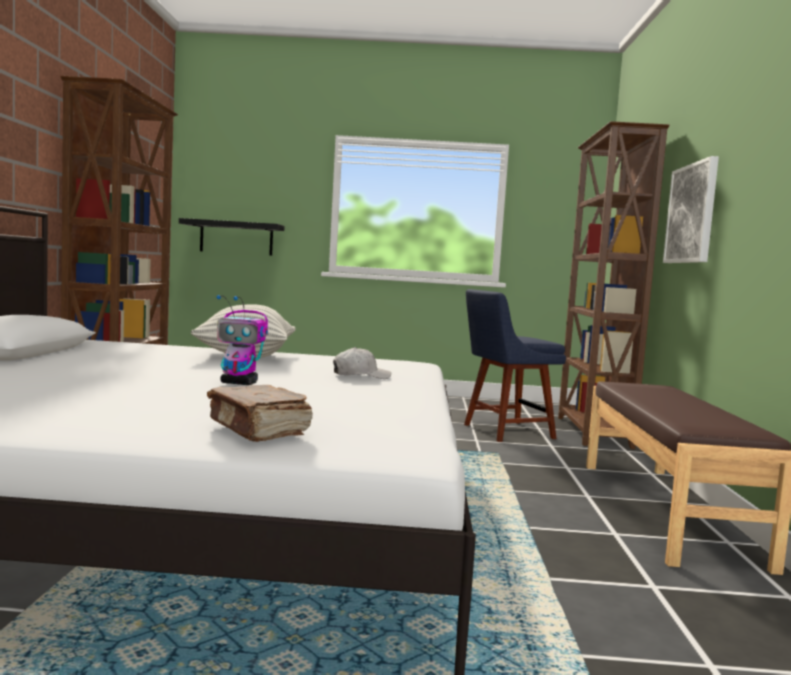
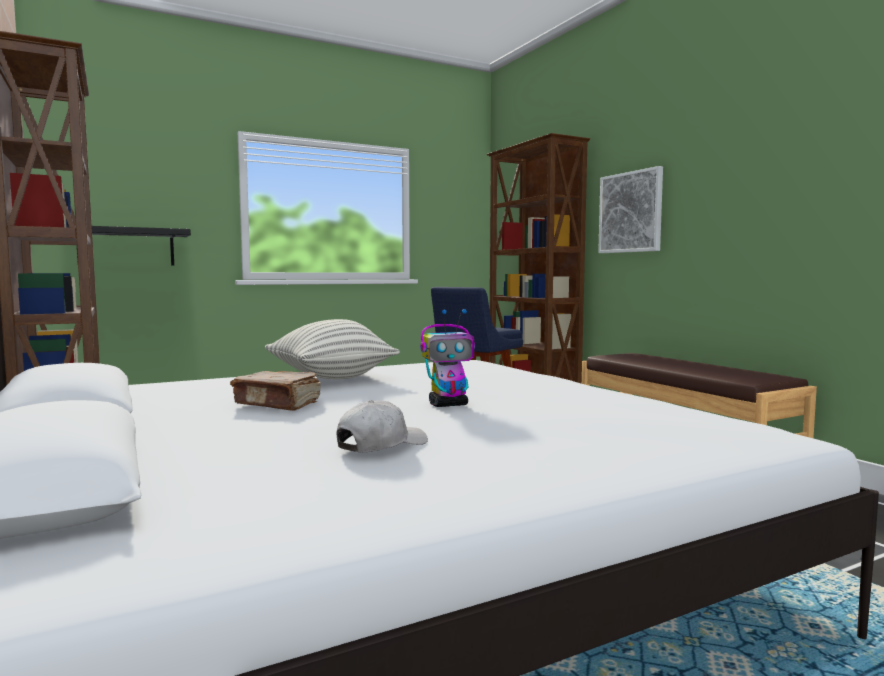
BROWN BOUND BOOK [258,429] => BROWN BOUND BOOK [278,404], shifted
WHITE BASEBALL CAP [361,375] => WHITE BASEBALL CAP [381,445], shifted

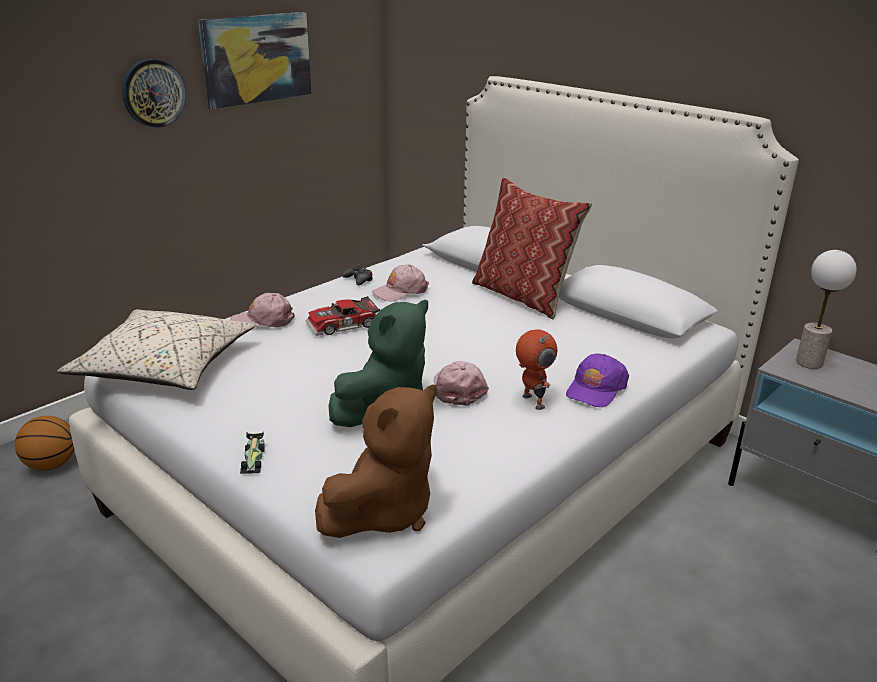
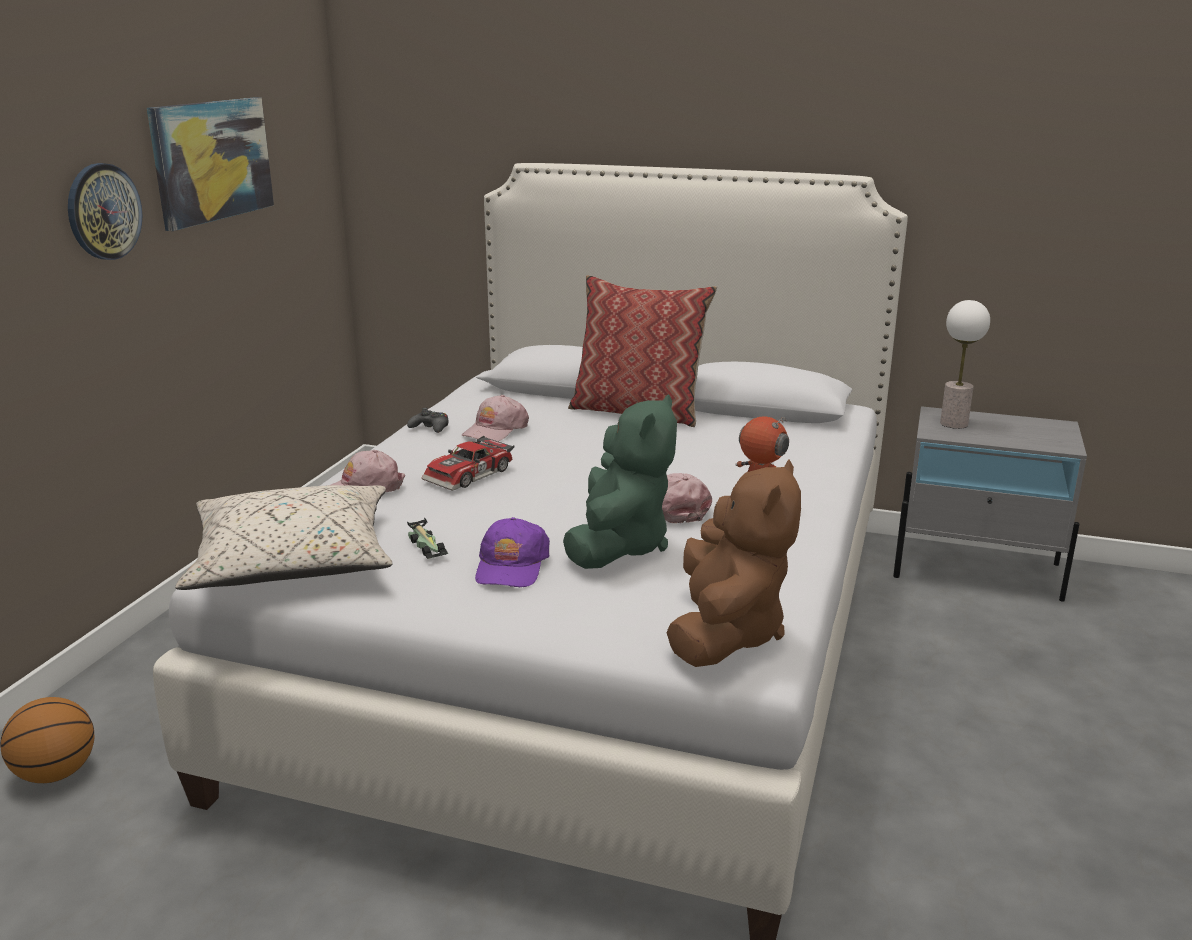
MINIATURE CAR [253,457] => MINIATURE CAR [426,545], shifted
PURPLE-COLOURED BASEBALL CAP [595,389] => PURPLE-COLOURED BASEBALL CAP [511,566], shifted

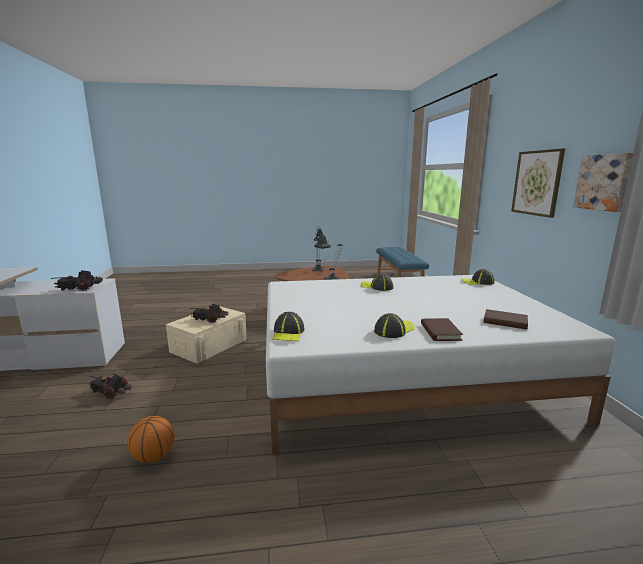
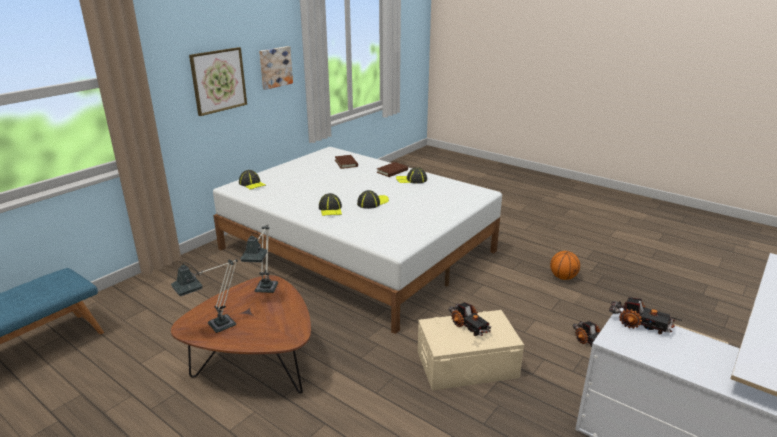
BASEBALL CAP [288,333] => BASEBALL CAP [372,202], shifted

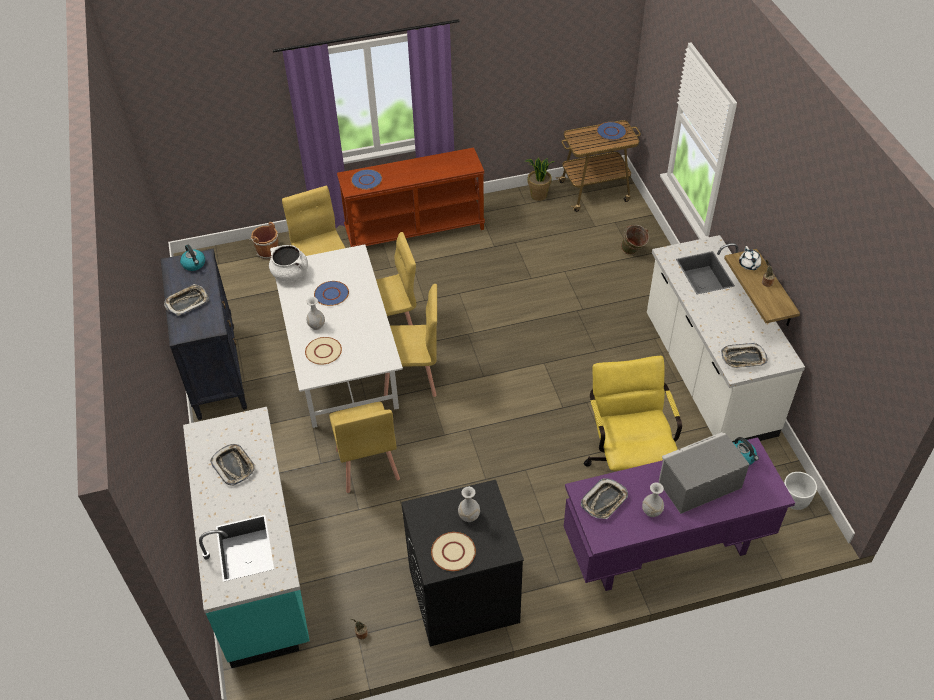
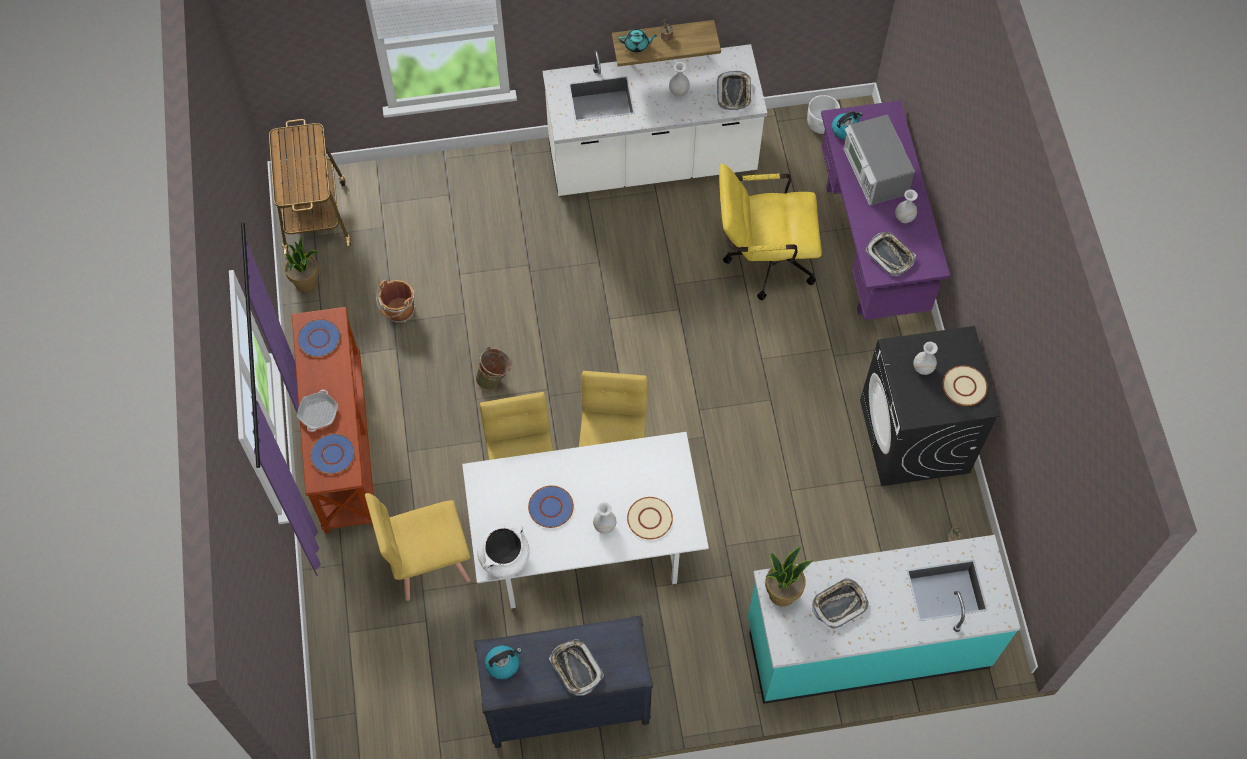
BLUE DINNER PLATE [611,132] => BLUE DINNER PLATE [319,339], shifted
nothing => SKILLET [318,413]
BROWN WATER BUCKET [267,251] => BROWN WATER BUCKET [399,311], shifted
GREEN-COLOURED WATER BUCKET [632,253] => GREEN-COLOURED WATER BUCKET [495,378], shifted
WHITE TEA POT [749,265] => TURQUOISE TEA POT [637,45]
nothing => WHITE DECORATIVE VASE [679,91]
nothing => HOUSEPLANT [782,593]
YELLOW-COLOURED UPRIGHT CHAIR [367,465] => nothing

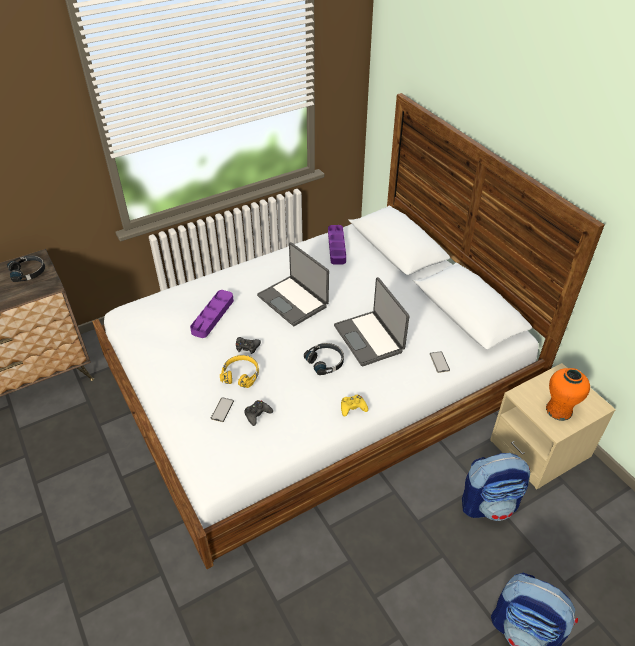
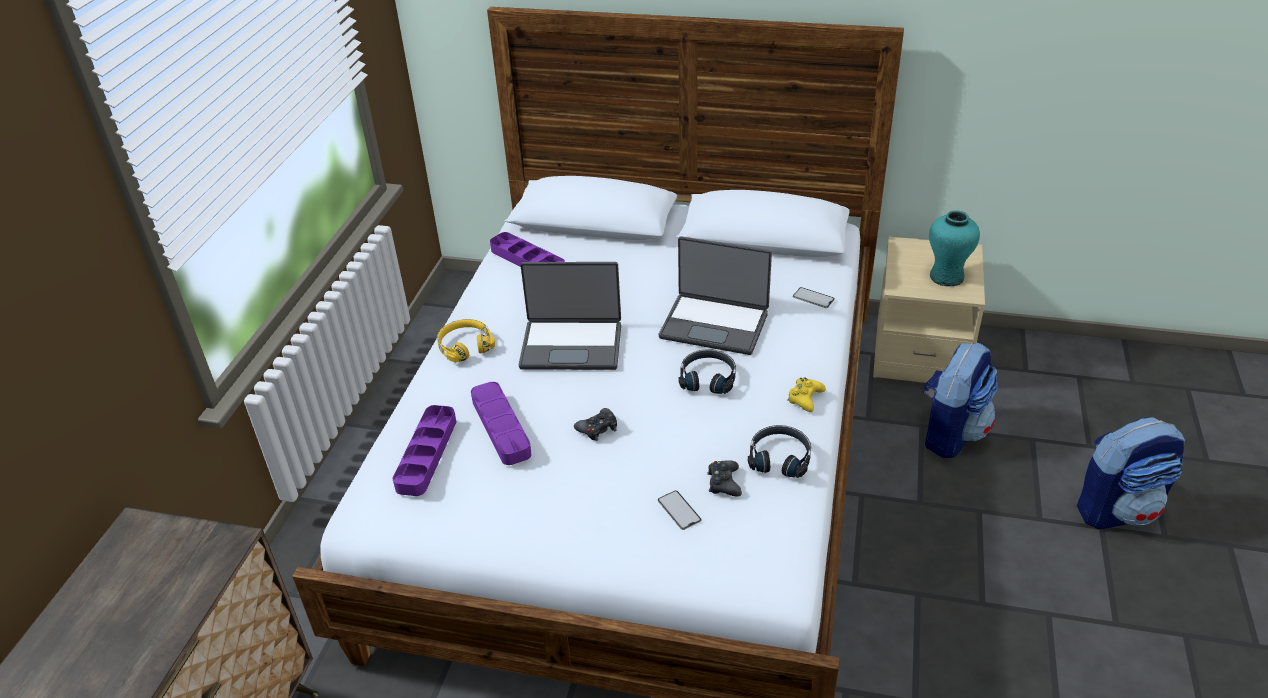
nothing => PURPLE-COLOURED CARRYING TRAY [426,454]
YELLOW-COLOURED HEADPHONES [241,374] => YELLOW-COLOURED HEADPHONES [465,346], shifted
BLACK HEADPHONES [28,272] => BLACK HEADPHONES [780,457], shifted
ORANGE-COLOURED DECORATIVE VASE [558,410] => TURQUOISE DECORATIVE VASE [946,277]

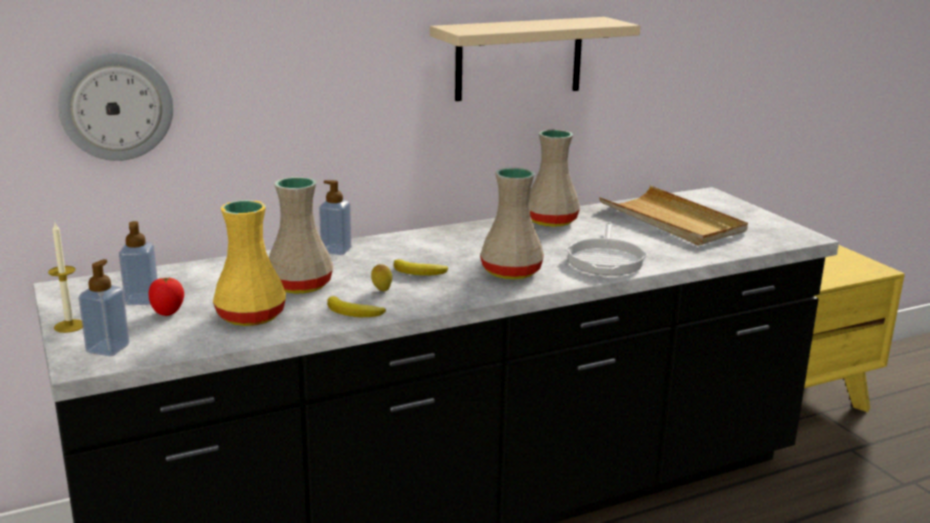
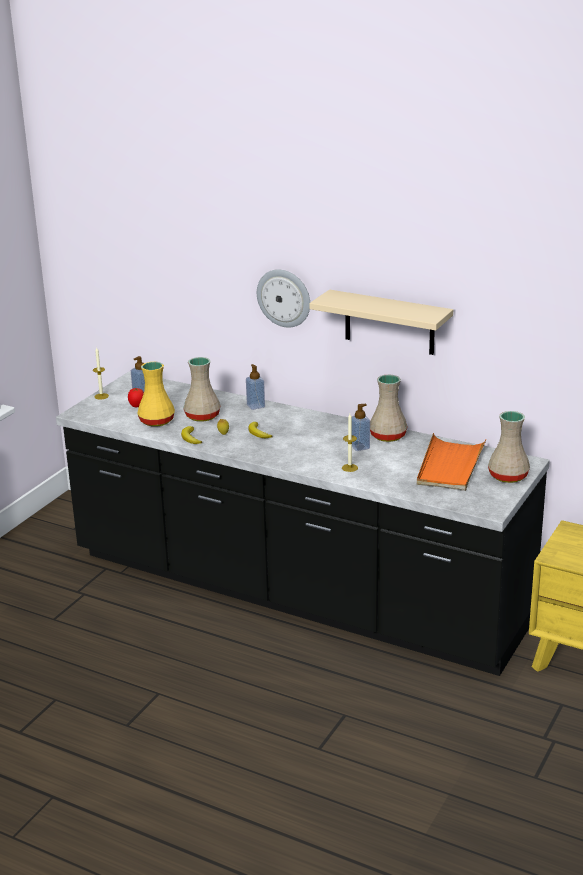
CLOCK ON THE WALL [116,106] => CLOCK ON THE WALL [284,297], shifted
SKILLET [606,259] => WAX CANDLE [349,468]
SOAP BOTTLE [108,348] => SOAP BOTTLE [360,447], shifted
BEIGE-COLOURED CARRYING TRAY [672,221] => ORANGE-COLOURED CARRYING TRAY [450,466]
BEIGE-COLOURED DECORATIVE VASE [510,272] => BEIGE-COLOURED DECORATIVE VASE [507,476], shifted

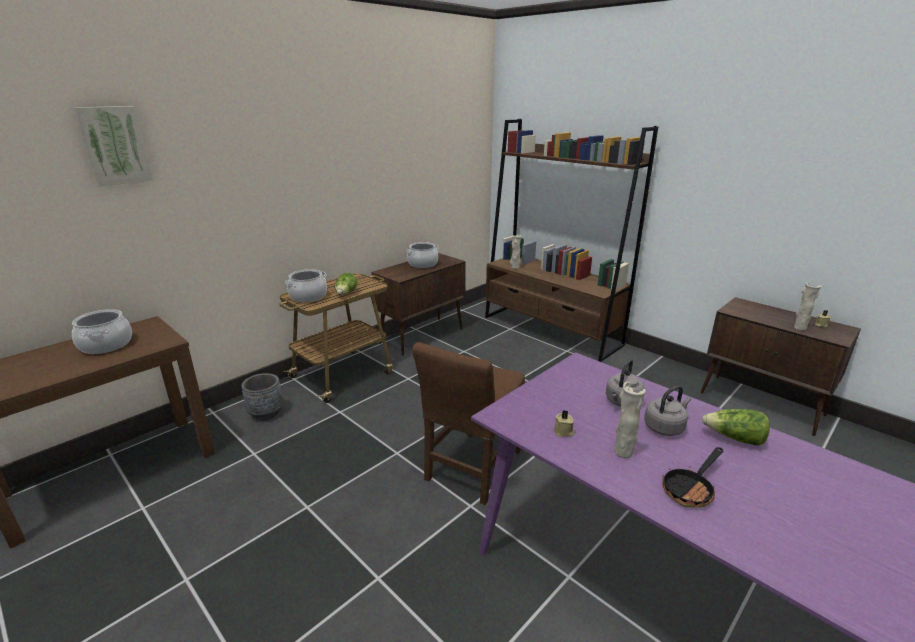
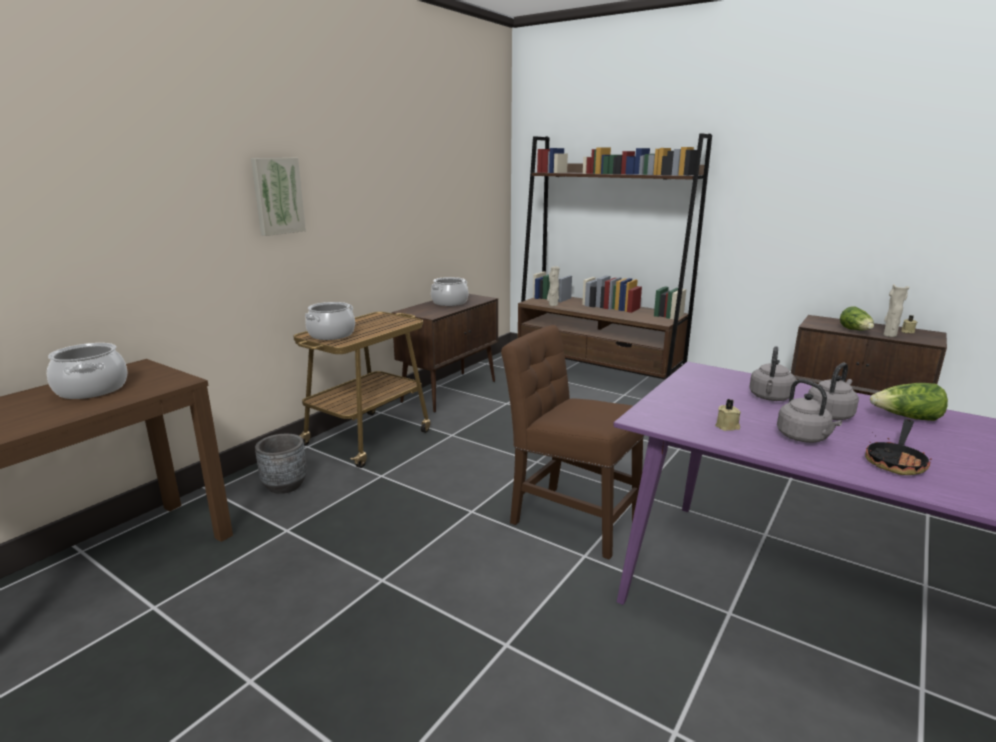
PICTURE [115,145] => PICTURE [277,196], shifted
BROWN UPRIGHT CHAIR [472,469] => BROWN UPRIGHT CHAIR [569,518], 105 degrees clockwise
BEIGE-COLOURED DECORATIVE VASE [623,452] => GREY KETTLE [804,438]
LETTUCE [346,293] => LETTUCE [856,331], shifted

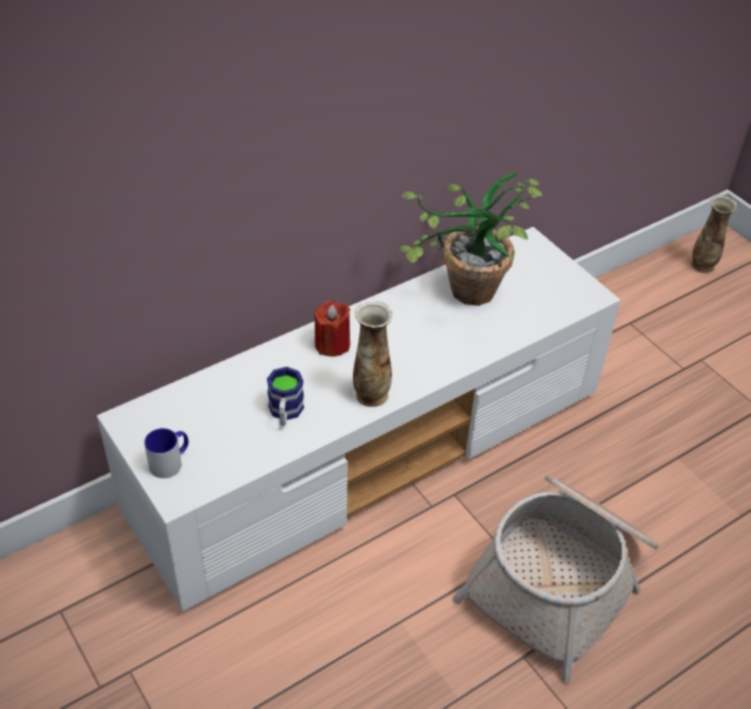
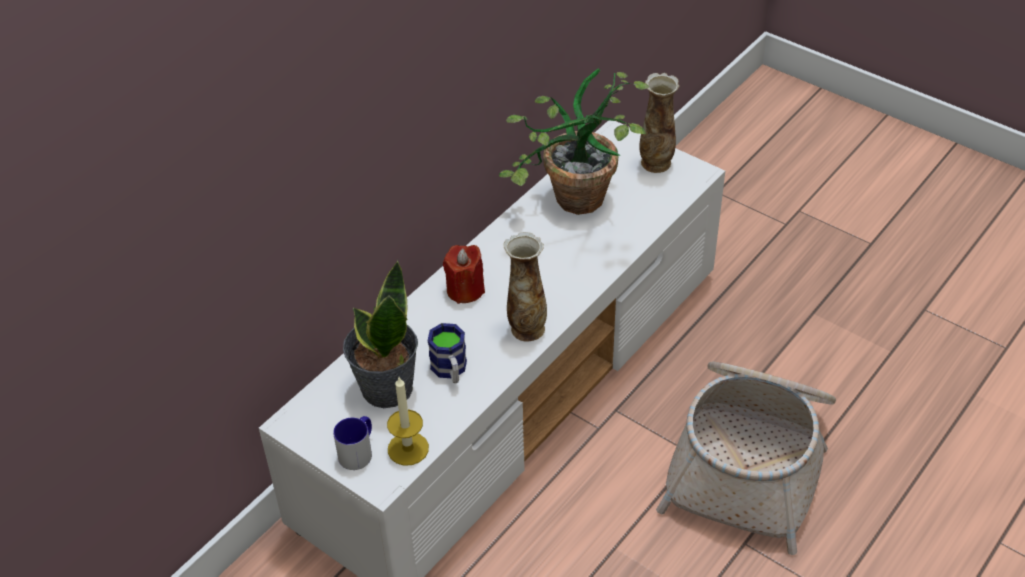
nothing => HOUSEPLANT [386,388]
nothing => WAX CANDLE [408,448]
DECORATIVE VASE [702,266] => DECORATIVE VASE [656,164], shifted

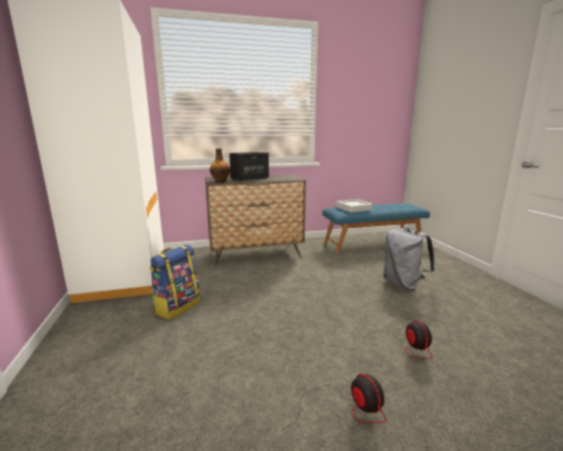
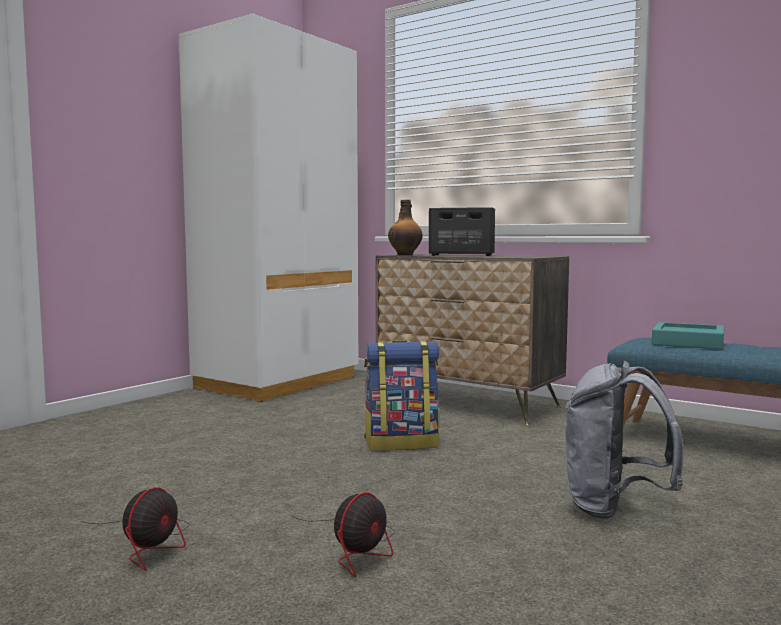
RUCKSACK [177,307] => RUCKSACK [401,443], shifted
GREY CARRYING TRAY [354,208] => TURQUOISE CARRYING TRAY [688,342]

